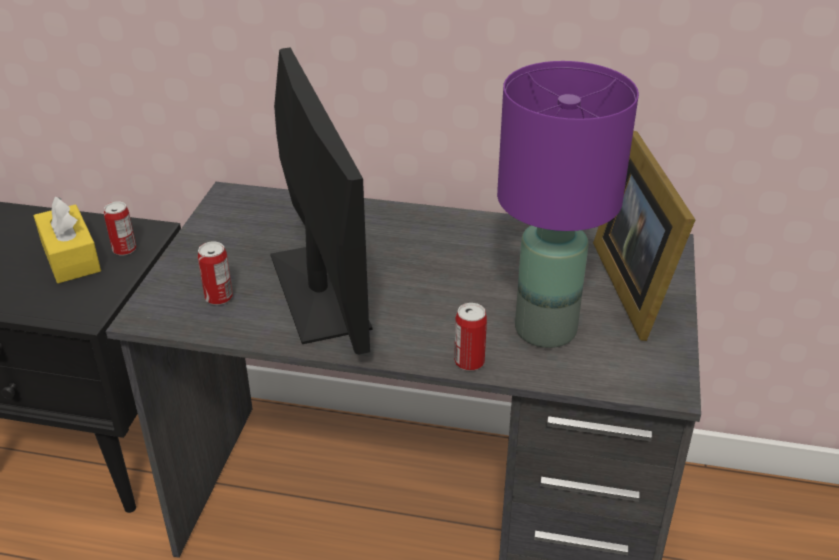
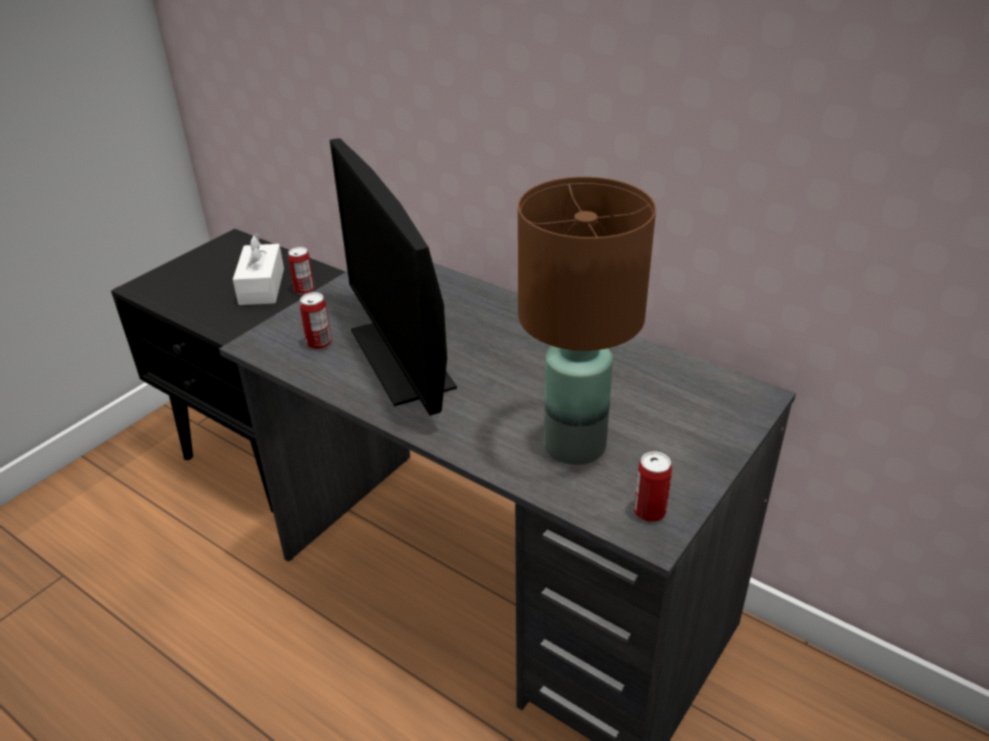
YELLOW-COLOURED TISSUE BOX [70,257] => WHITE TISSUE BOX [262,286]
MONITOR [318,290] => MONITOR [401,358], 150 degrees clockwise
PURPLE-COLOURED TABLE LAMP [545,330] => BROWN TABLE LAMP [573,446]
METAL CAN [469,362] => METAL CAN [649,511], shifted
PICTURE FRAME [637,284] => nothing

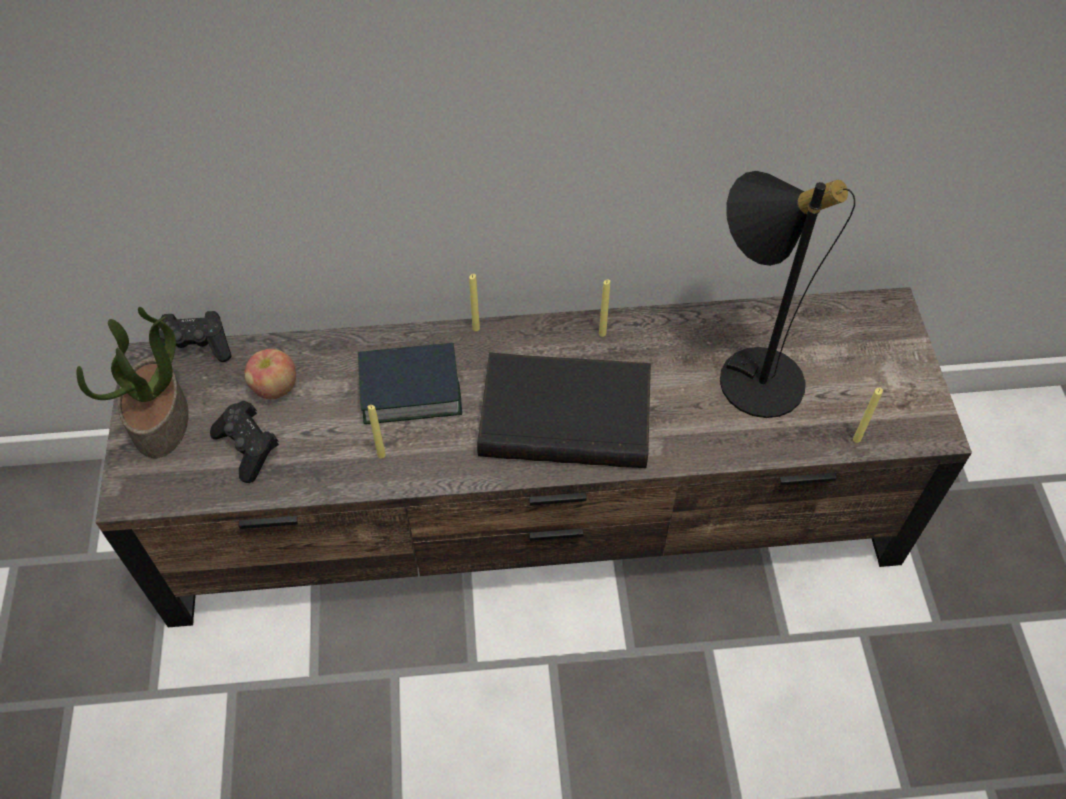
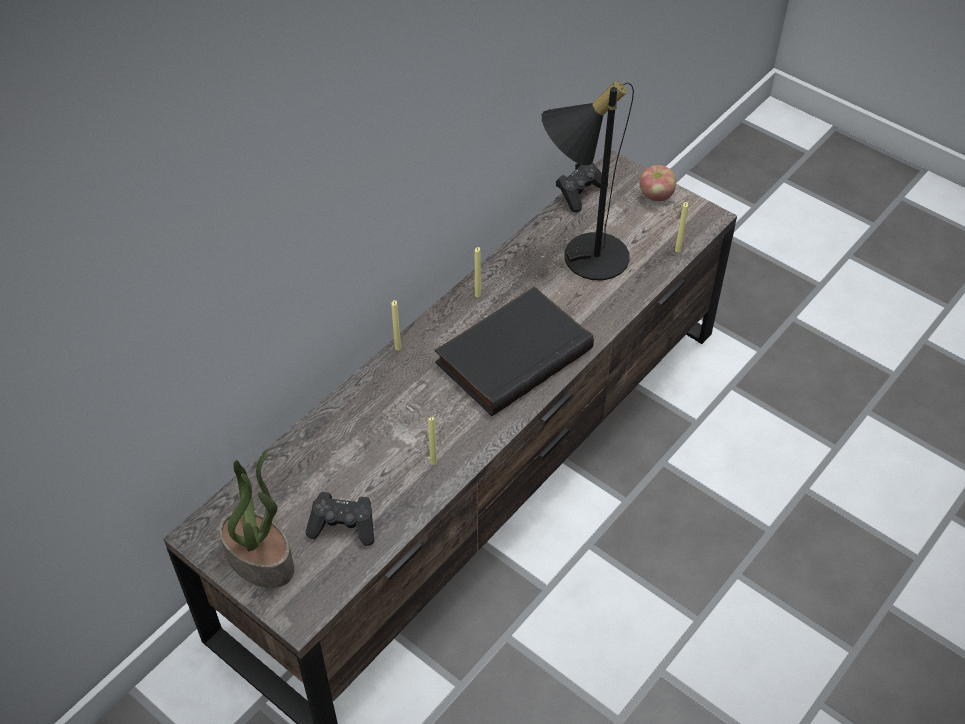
BLACK GAME CONTROLLER [196,348] => BLACK GAME CONTROLLER [580,193], shifted
WHOLE APPLE [275,387] => WHOLE APPLE [656,196], shifted
BOUND BOOK [410,389] => nothing

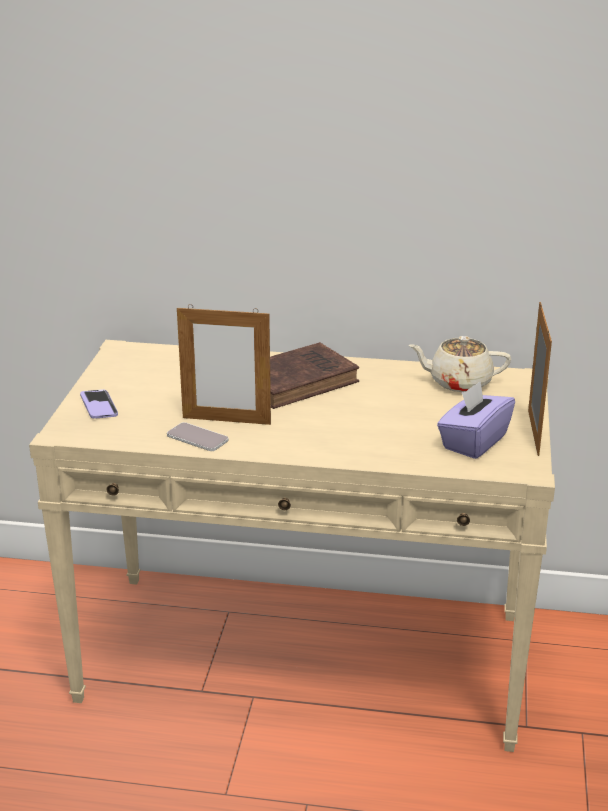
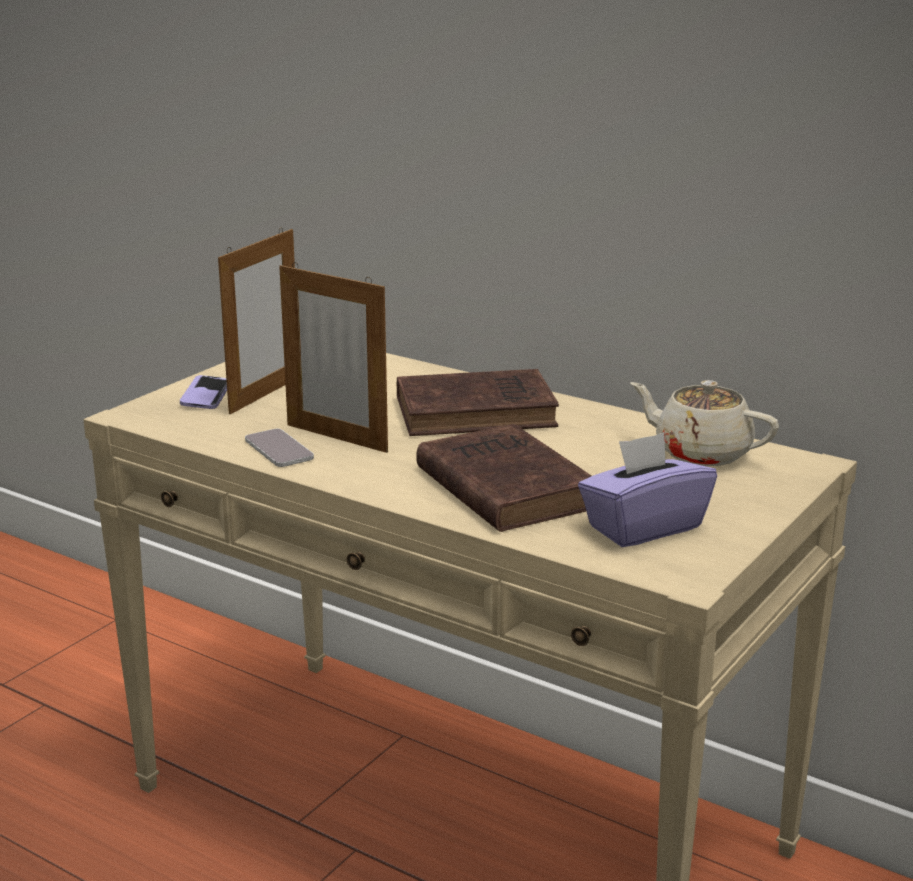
PICTURE FRAME [533,432] => PICTURE FRAME [265,394], shifted
nothing => BROWN BOUND BOOK [503,486]

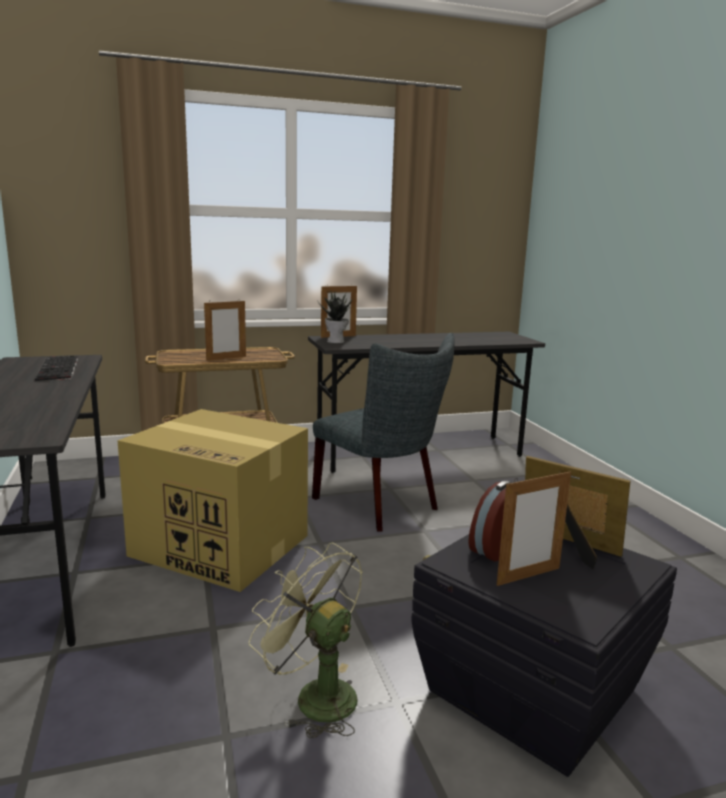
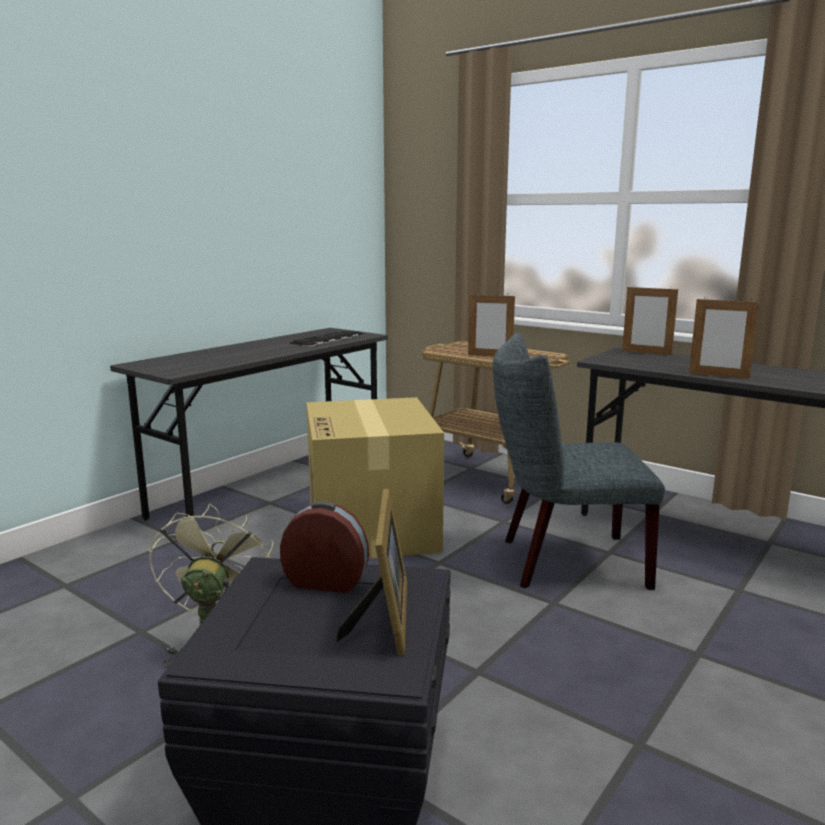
GREY UPRIGHT CHAIR [381,505] => GREY UPRIGHT CHAIR [563,562], 75 degrees clockwise
PICTURE FRAME [528,576] => PICTURE FRAME [718,375], shifted
HOUSEPLANT [336,341] => nothing

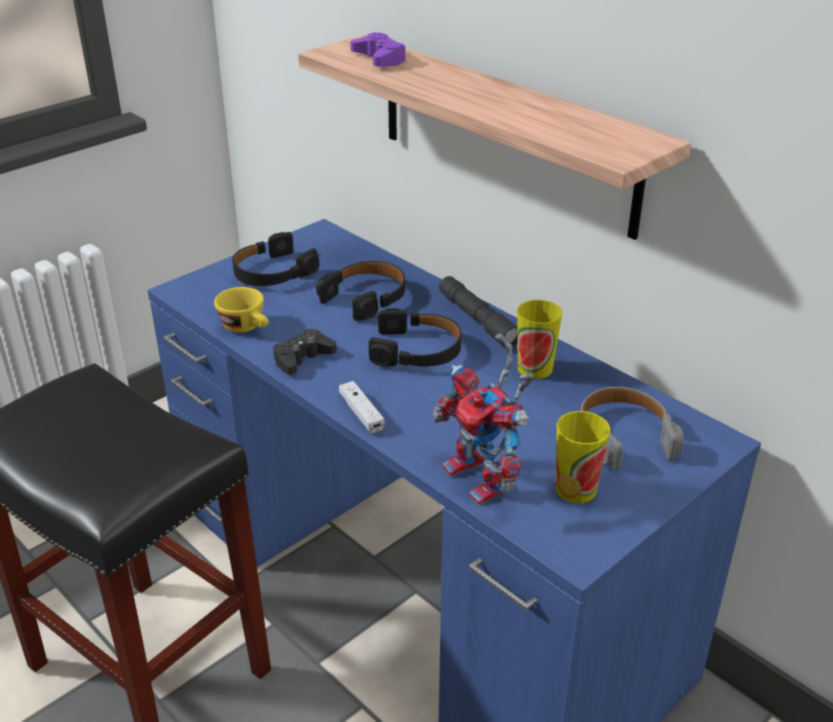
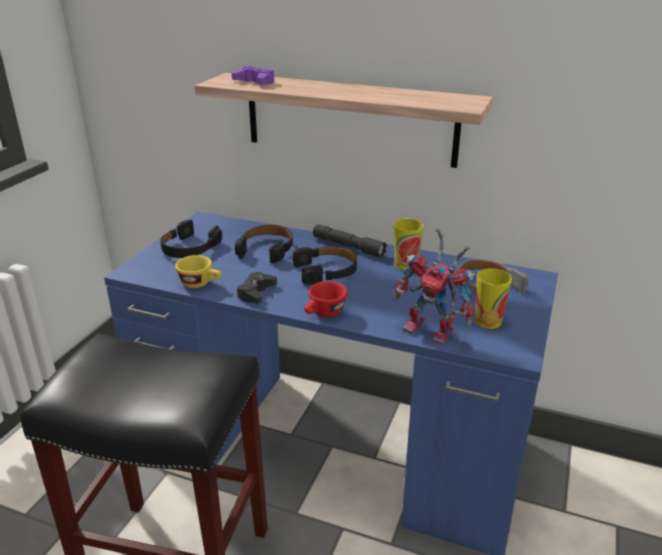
WHITE GAME CONTROLLER [361,413] => REDDISH SMALL CUP [324,314]

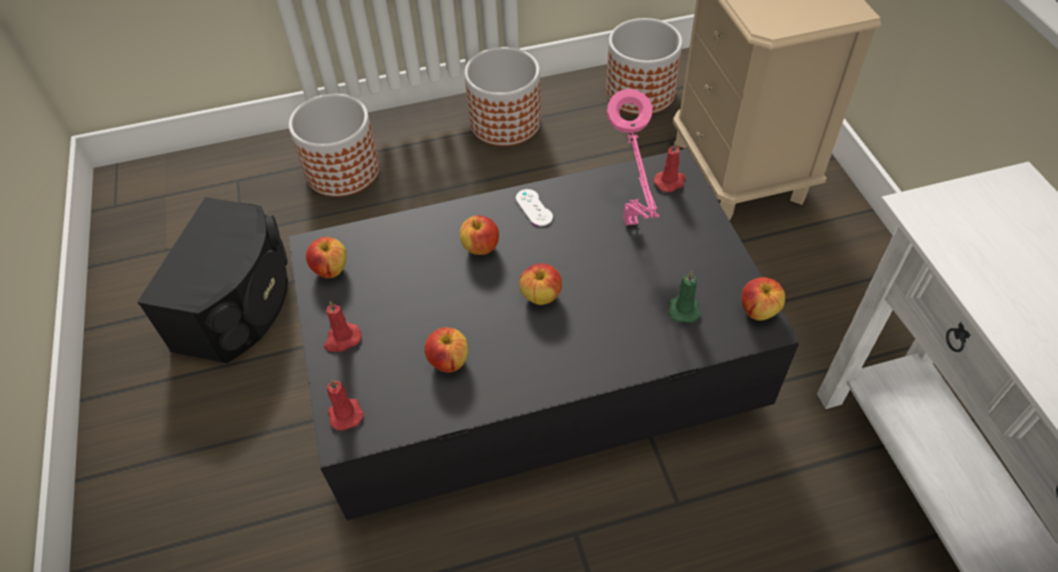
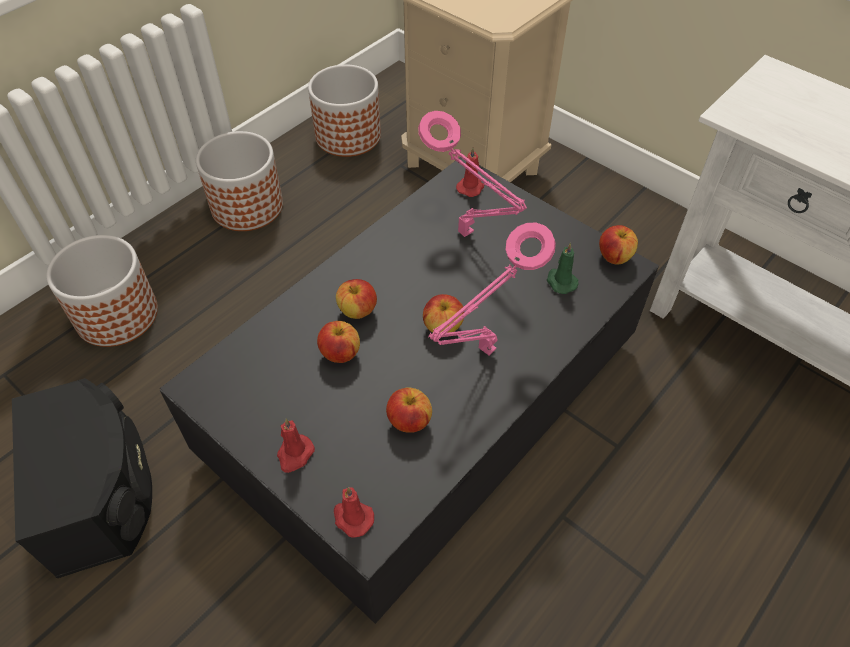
WHOLE APPLE [330,269] => WHOLE APPLE [340,353], shifted
nothing => PINK TABLE LAMP [483,352]
WHITE GAME CONTROLLER [534,208] => nothing

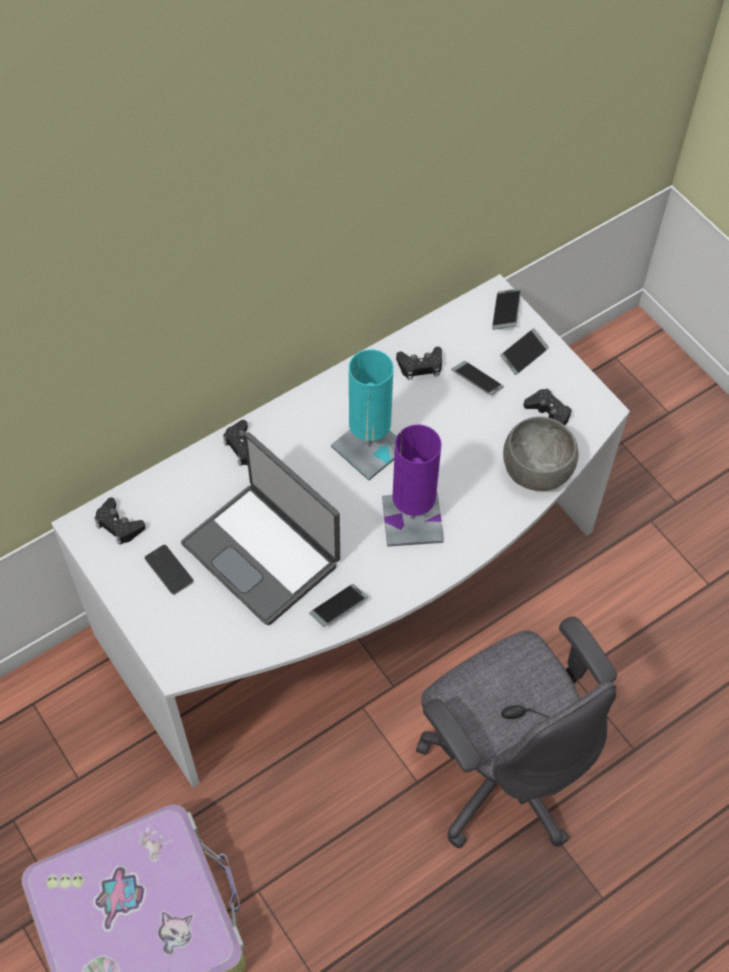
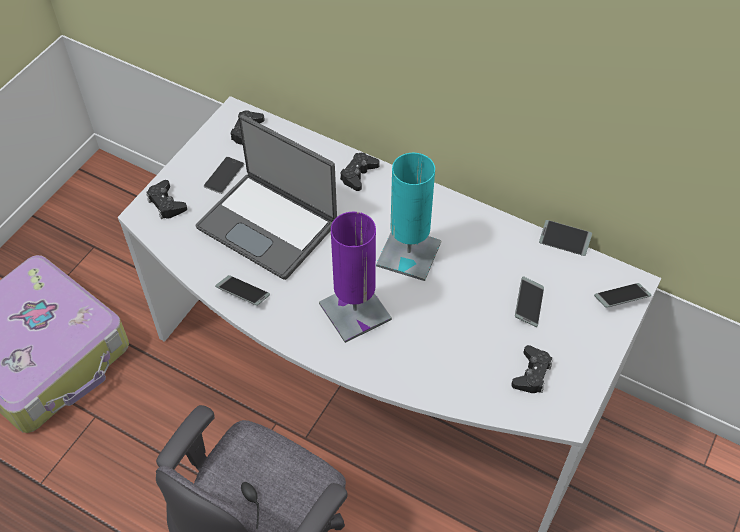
BLACK GAME CONTROLLER [420,366] => BLACK GAME CONTROLLER [166,204], shifted
LAPTOP [263,552] => LAPTOP [269,225], 75 degrees counterclockwise
HANDSET [524,355] => HANDSET [564,241], shifted
GREY DEEP DISH [537,472] => nothing

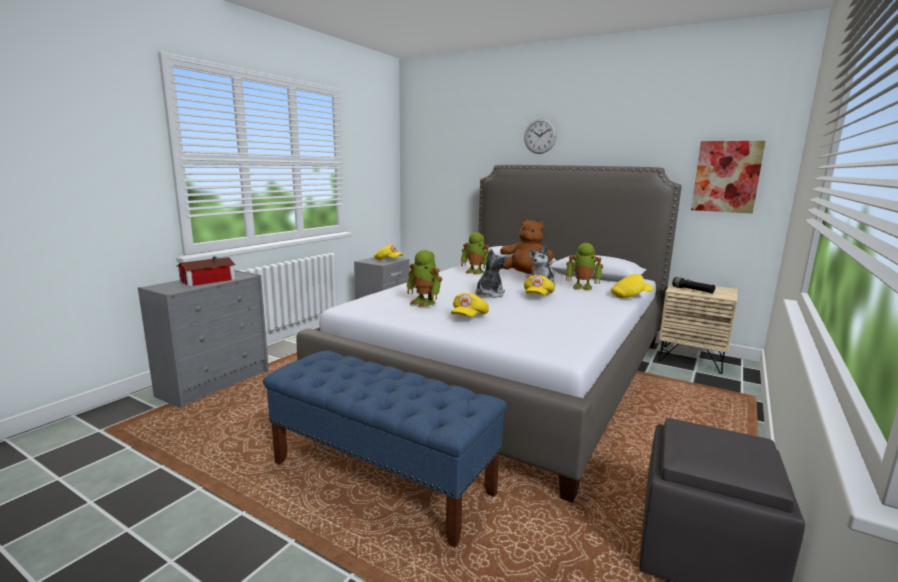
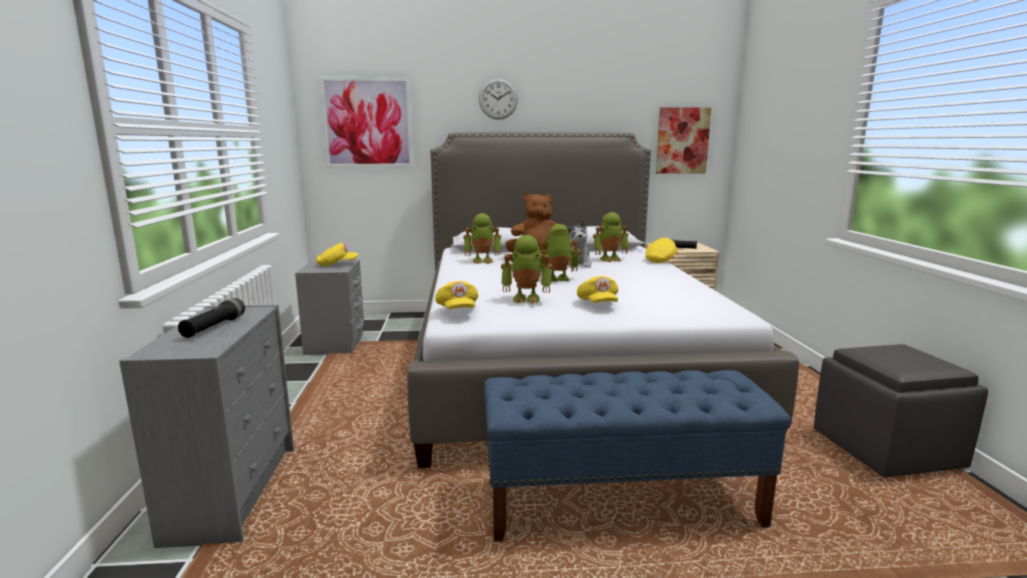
MINIATURE HOUSE [206,280] => BLACK HAND TORCH [214,327]
nothing => PICTURE [367,123]
YELLOW-COLOURED BASEBALL CAP [537,296] => YELLOW-COLOURED BASEBALL CAP [457,310], shifted
PLUSH TOY [489,294] => ROBOT FIGURE [557,279]

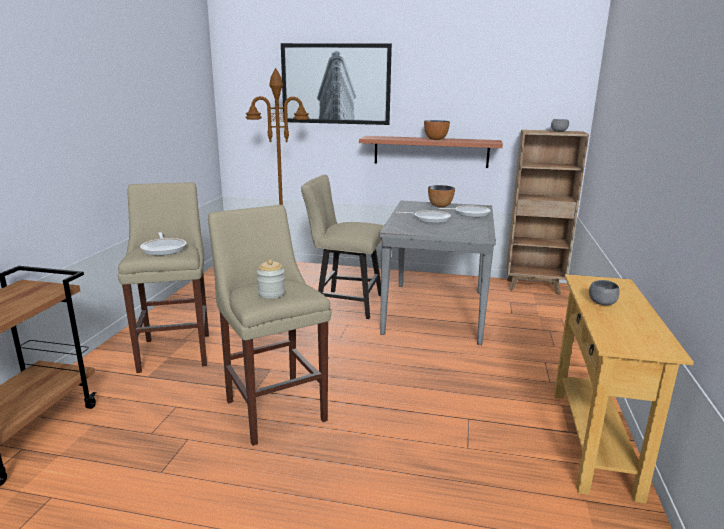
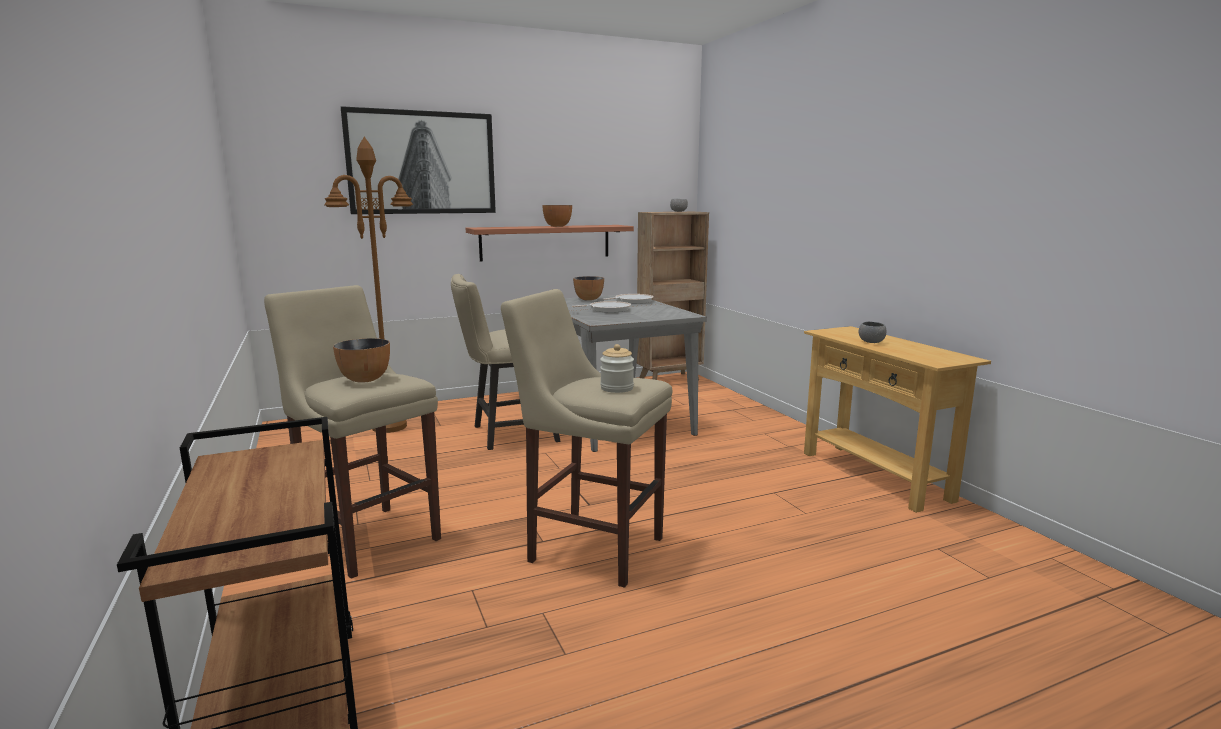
SKILLET [164,248] => DEEP DISH [365,379]

